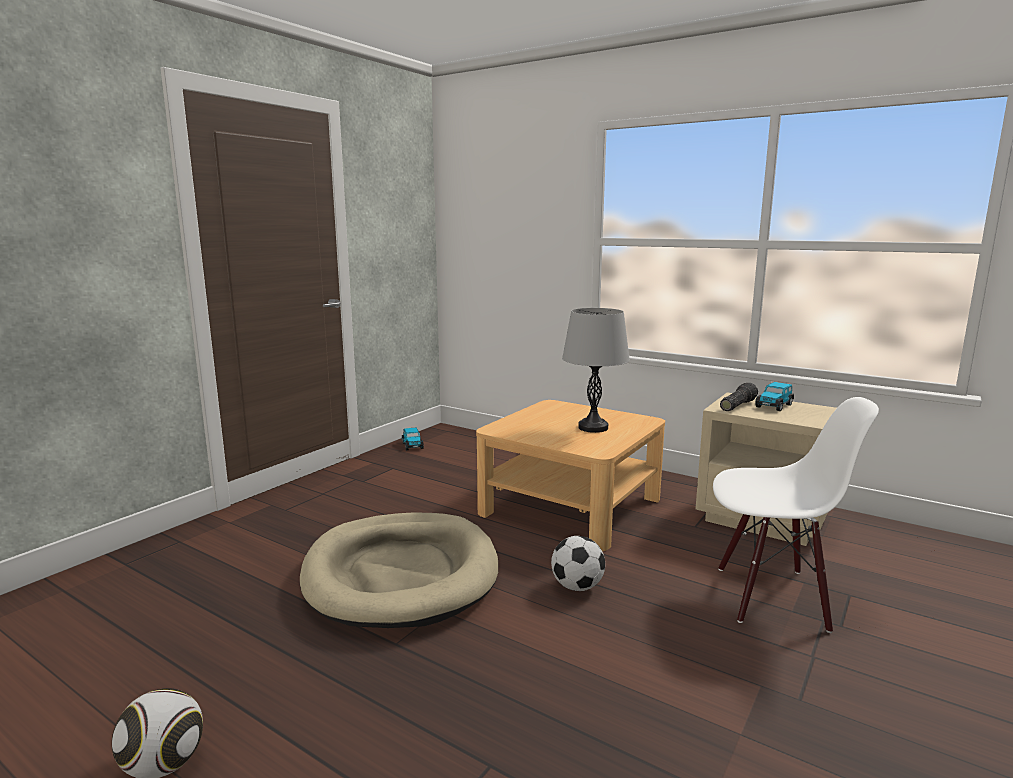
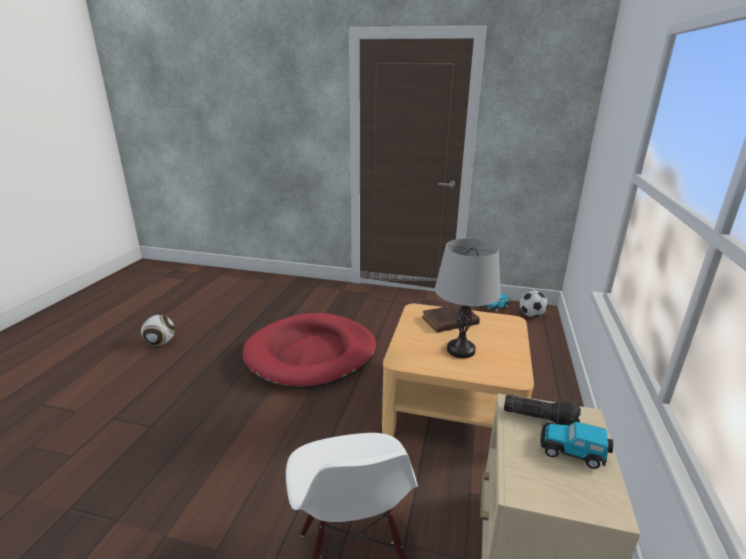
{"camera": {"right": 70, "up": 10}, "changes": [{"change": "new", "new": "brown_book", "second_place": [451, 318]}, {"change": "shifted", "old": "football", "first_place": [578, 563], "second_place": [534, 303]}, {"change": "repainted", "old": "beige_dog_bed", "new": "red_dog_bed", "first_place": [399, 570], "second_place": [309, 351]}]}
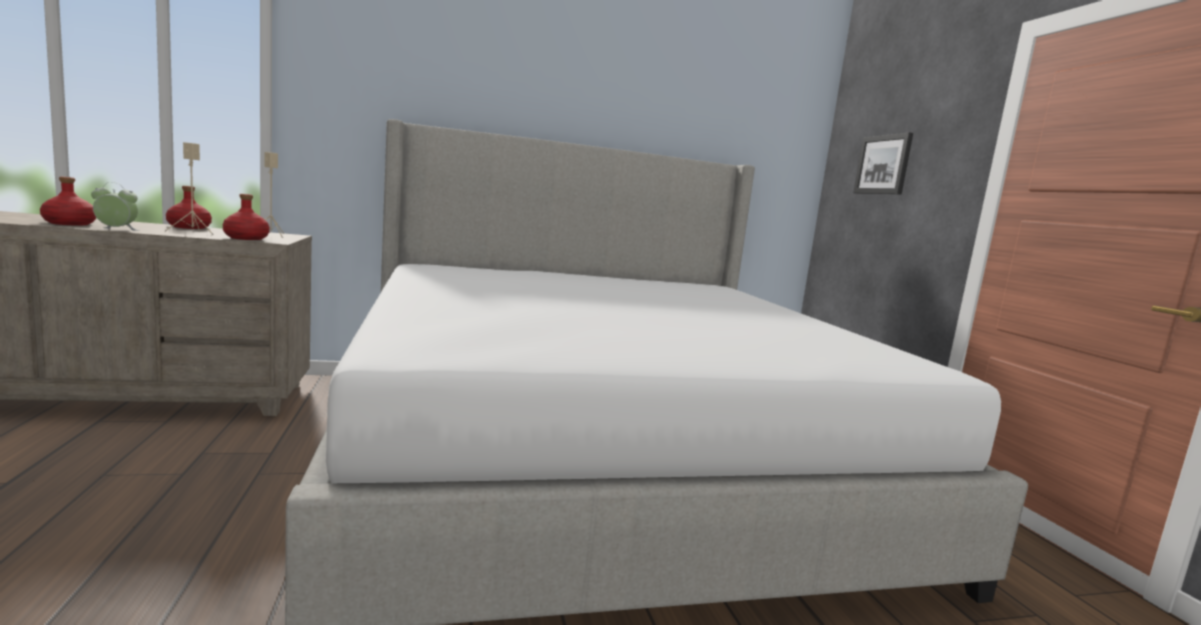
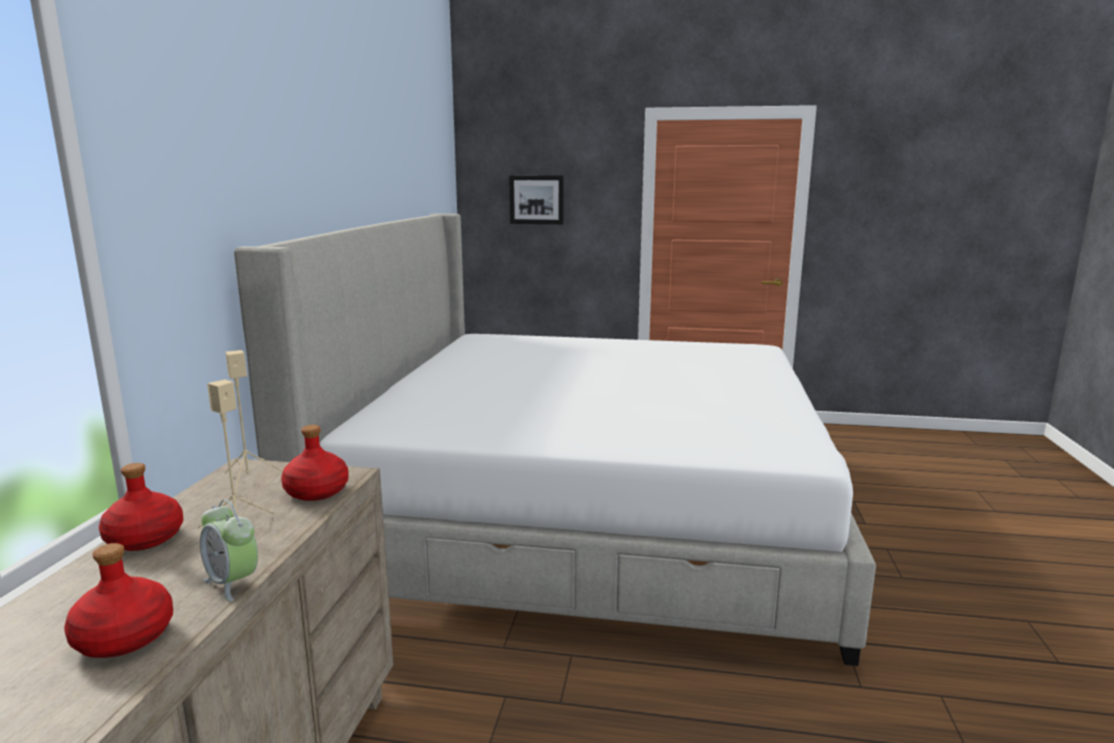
{"camera": {"right": -65, "up": 5}, "changes": [{"change": "rotated", "old": "alarm_clock", "first_place": [115, 206], "second_place": [229, 551], "degrees": -60}]}
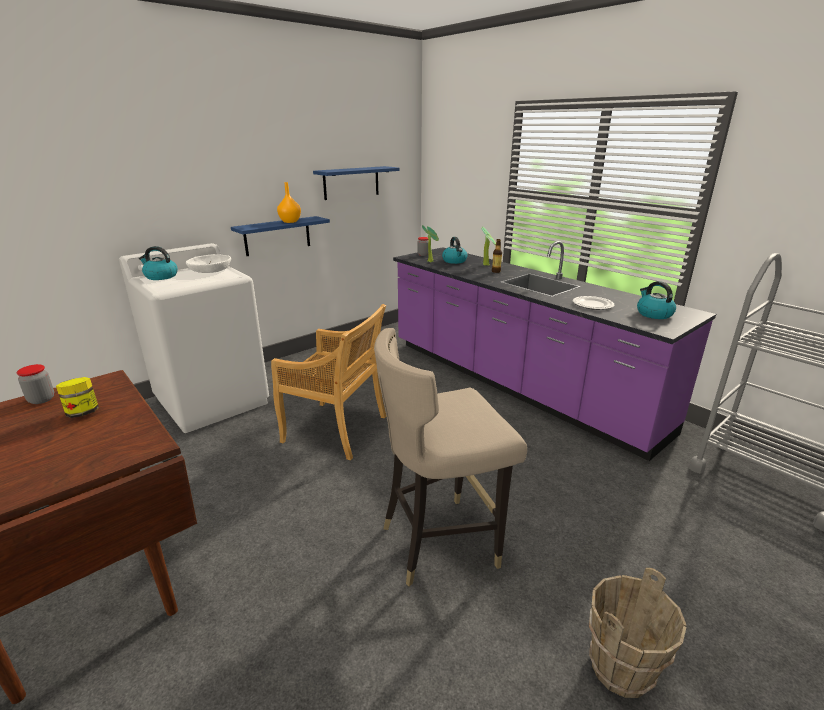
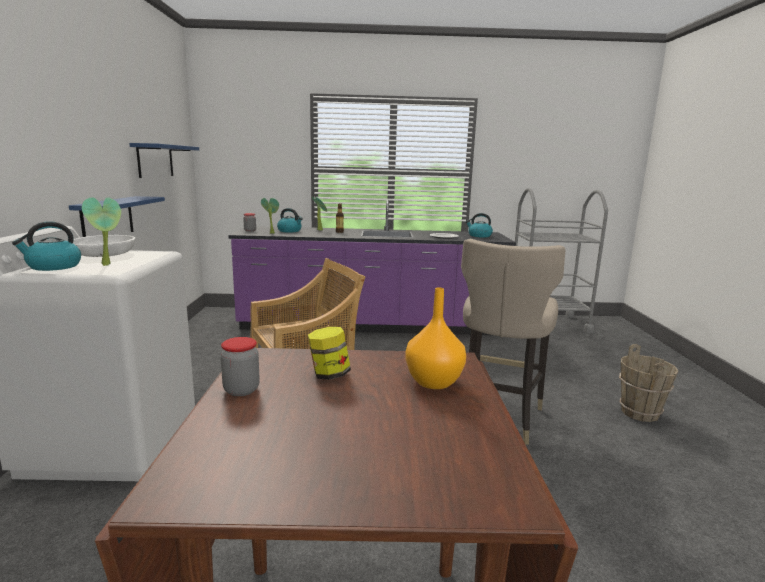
{"camera": {"right": -50, "up": -10}, "changes": [{"change": "new", "new": "potted_plant", "second_place": [101, 231]}, {"change": "shifted", "old": "orange_vase", "first_place": [289, 202], "second_place": [435, 338]}]}
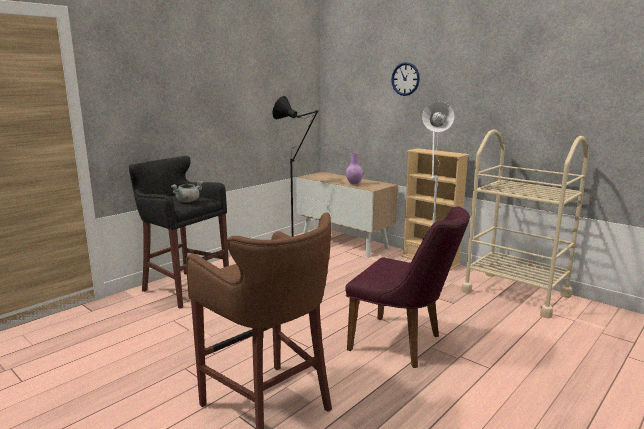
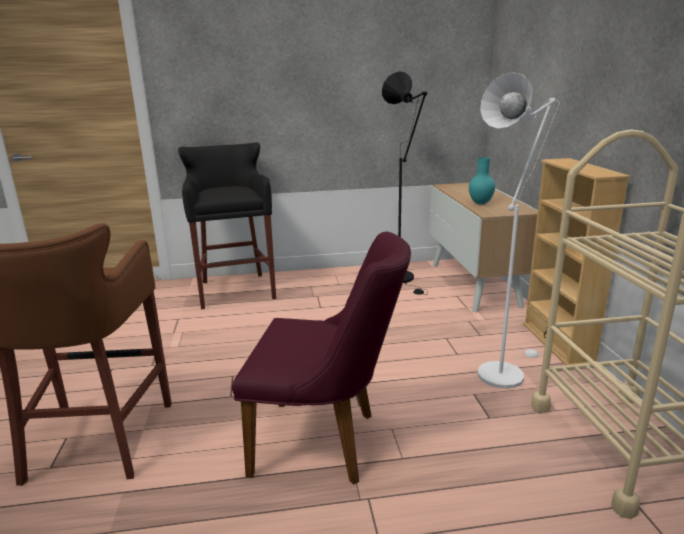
{"camera": {"right": 40, "up": 5}, "changes": [{"change": "gone", "old": "grey_cooking_pot", "first_place": [187, 191]}, {"change": "gone", "old": "wall_clock", "first_place": [405, 79]}, {"change": "repainted", "old": "purple_vase", "new": "turquoise_vase", "first_place": [354, 169], "second_place": [482, 180]}, {"change": "rotated", "old": "purple_chair", "first_place": [407, 287], "second_place": [321, 358], "degrees": -60}]}
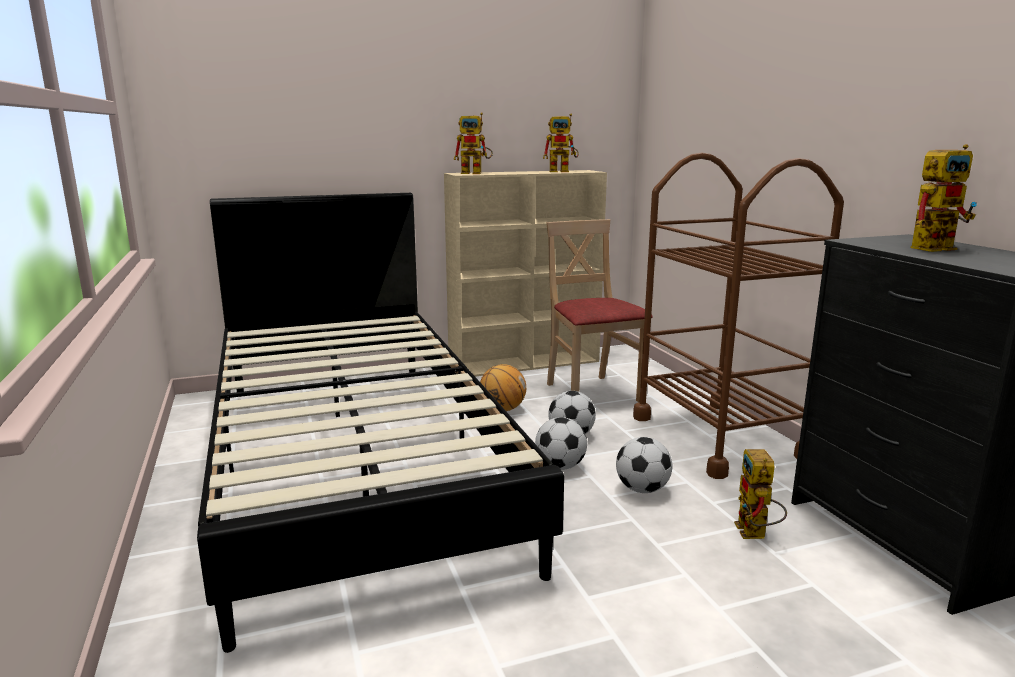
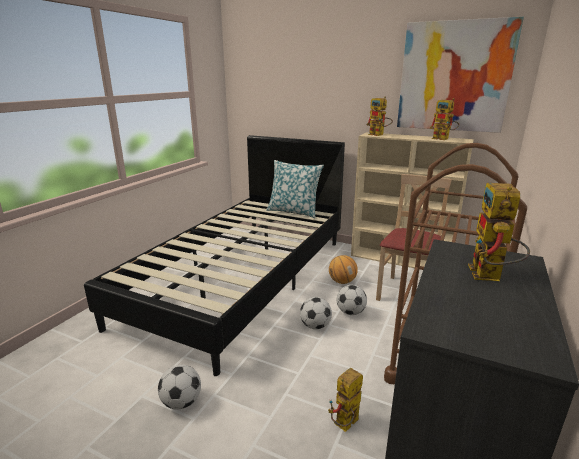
{"camera": {"right": 45, "up": 5}, "changes": [{"change": "new", "new": "pillow", "second_place": [295, 189]}, {"change": "new", "new": "picture", "second_place": [460, 75]}, {"change": "shifted", "old": "football", "first_place": [644, 465], "second_place": [179, 387]}, {"change": "rotated", "old": "toy_robot", "first_place": [944, 198], "second_place": [499, 232], "degrees": 75}]}
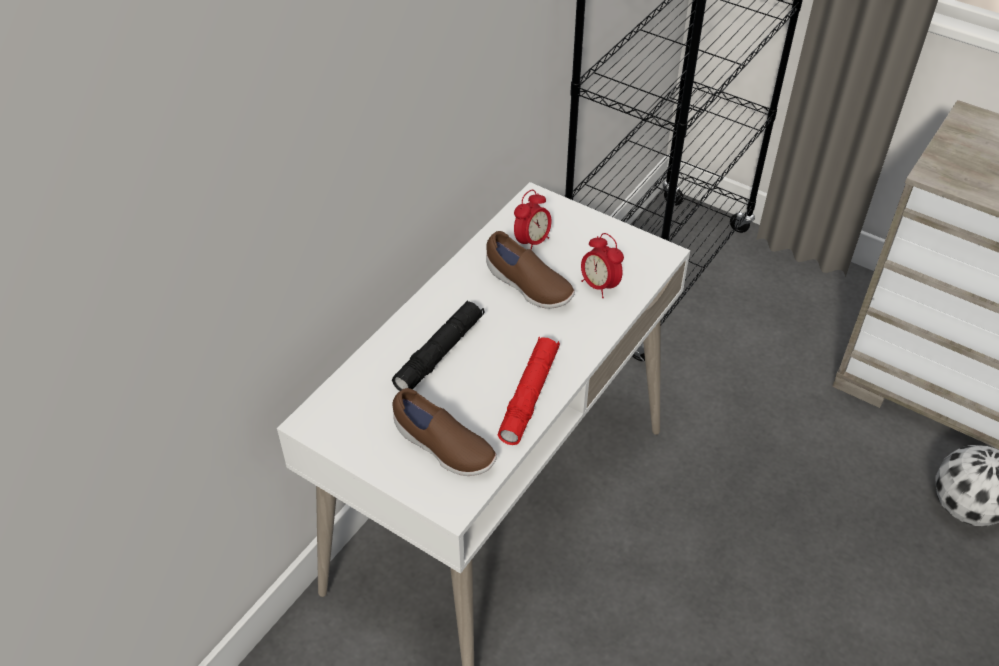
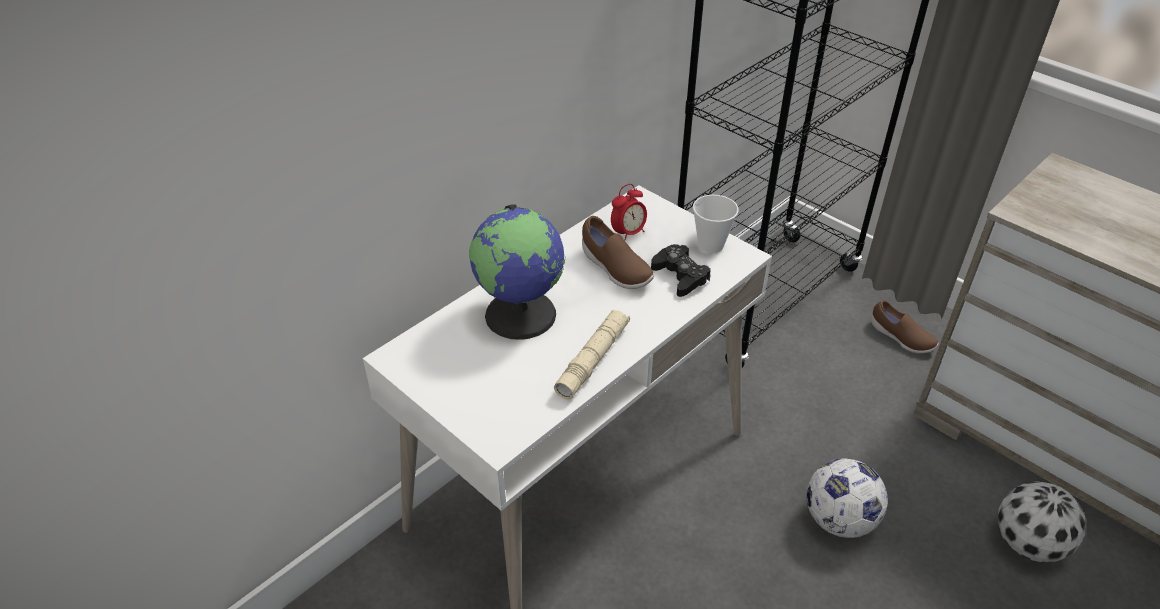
{"camera": {"right": 10, "up": -5}, "changes": [{"change": "new", "new": "cup", "second_place": [716, 224]}, {"change": "new", "new": "football", "second_place": [847, 498]}, {"change": "shifted", "old": "brown_shoe", "first_place": [445, 432], "second_place": [904, 327]}, {"change": "swapped", "old": "black_flashlight", "new": "globe", "first_place": [438, 345], "second_place": [517, 272]}, {"change": "swapped", "old": "alarm_clock", "new": "black_game_controller", "first_place": [602, 265], "second_place": [681, 270]}, {"change": "repainted", "old": "red_flashlight", "new": "beige_flashlight", "first_place": [528, 390], "second_place": [592, 355]}]}
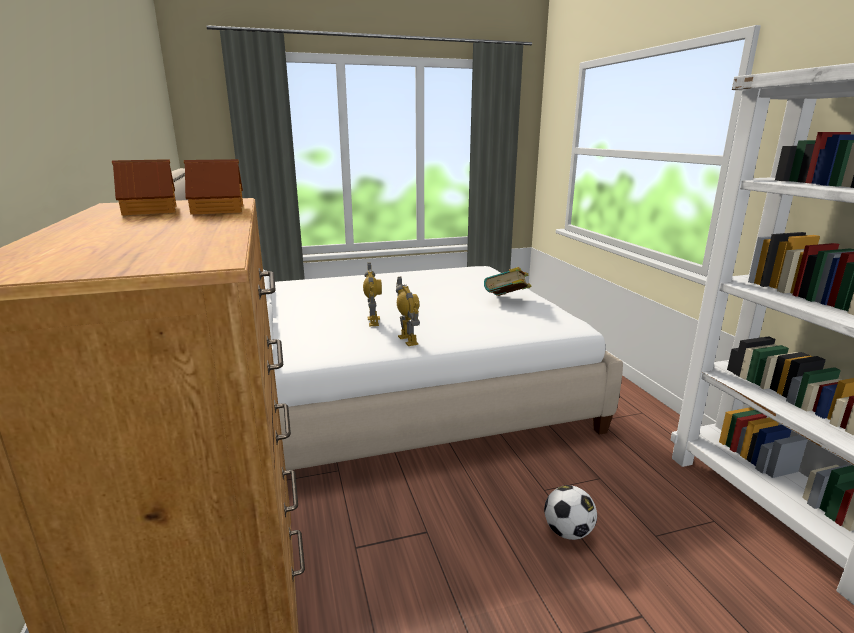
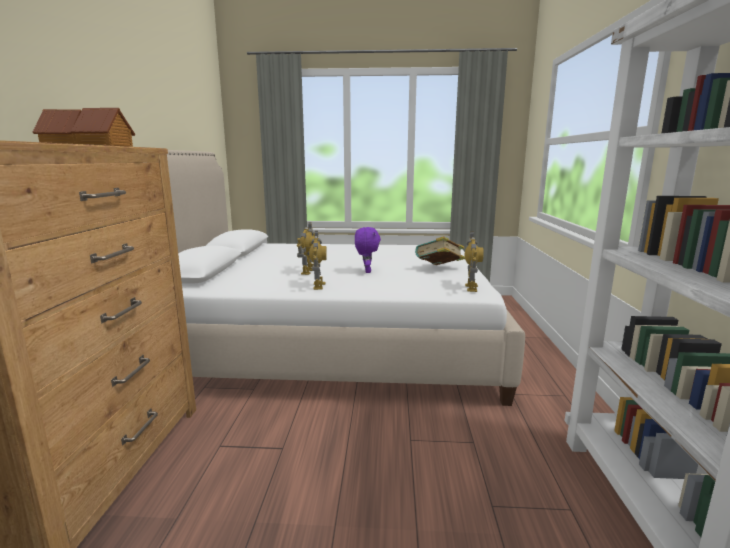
{"camera": {"right": 20, "up": -5}, "changes": [{"change": "gone", "old": "football", "first_place": [570, 512]}, {"change": "new", "new": "purple_plush_toy", "second_place": [368, 250]}, {"change": "new", "new": "toy_robot", "second_place": [474, 262]}]}
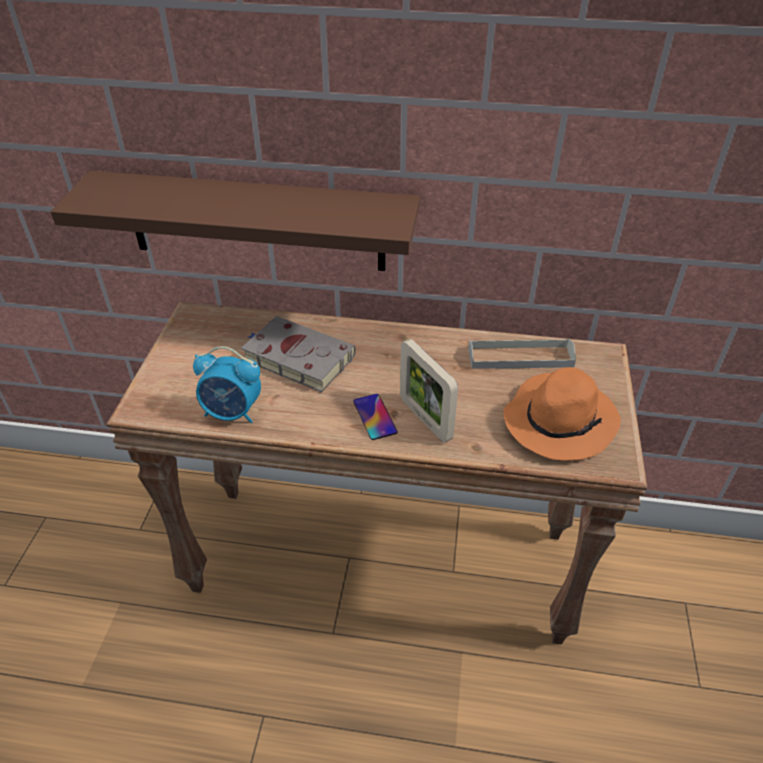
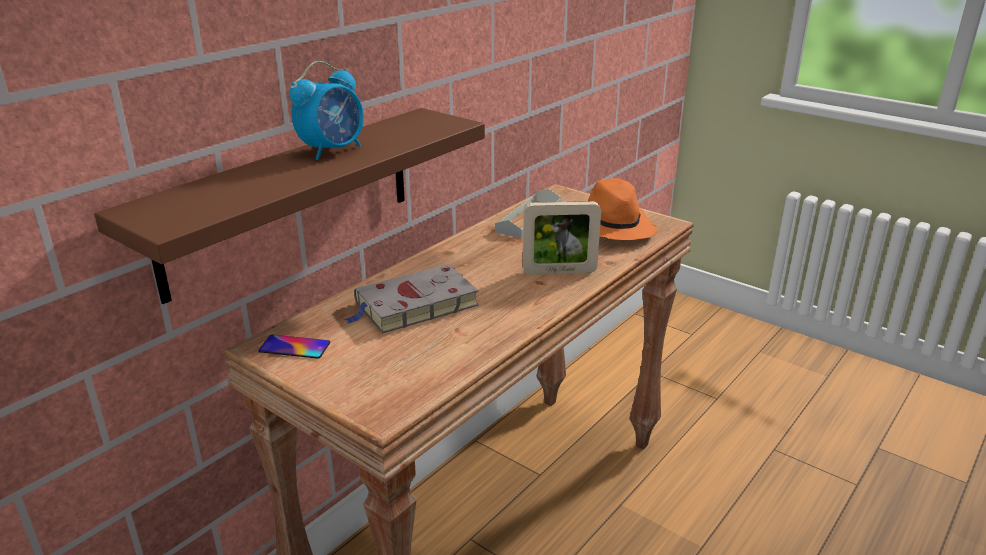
{"camera": {"right": -60, "up": -15}, "changes": [{"change": "shifted", "old": "alarm_clock", "first_place": [227, 384], "second_place": [326, 110]}, {"change": "shifted", "old": "phone", "first_place": [375, 417], "second_place": [294, 347]}]}
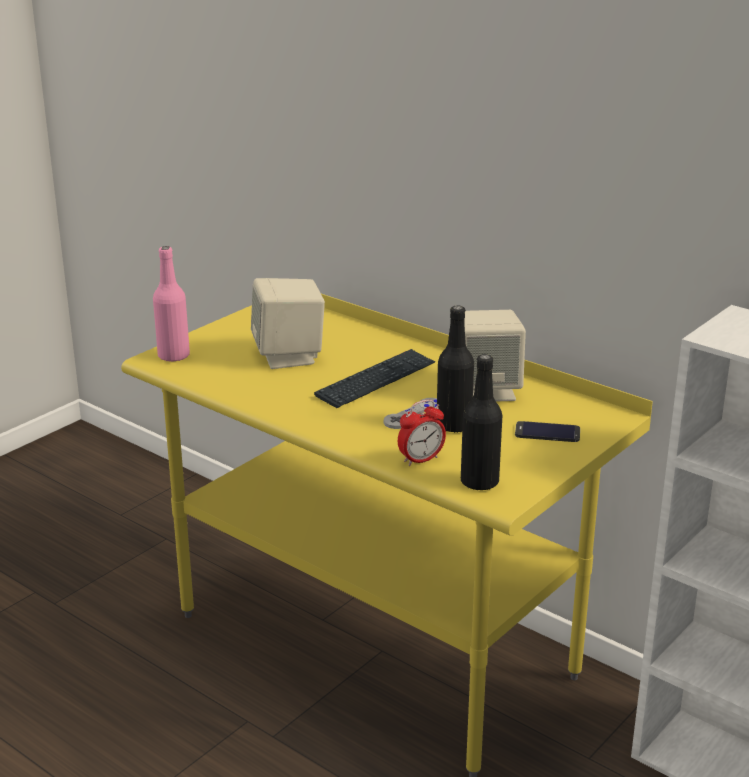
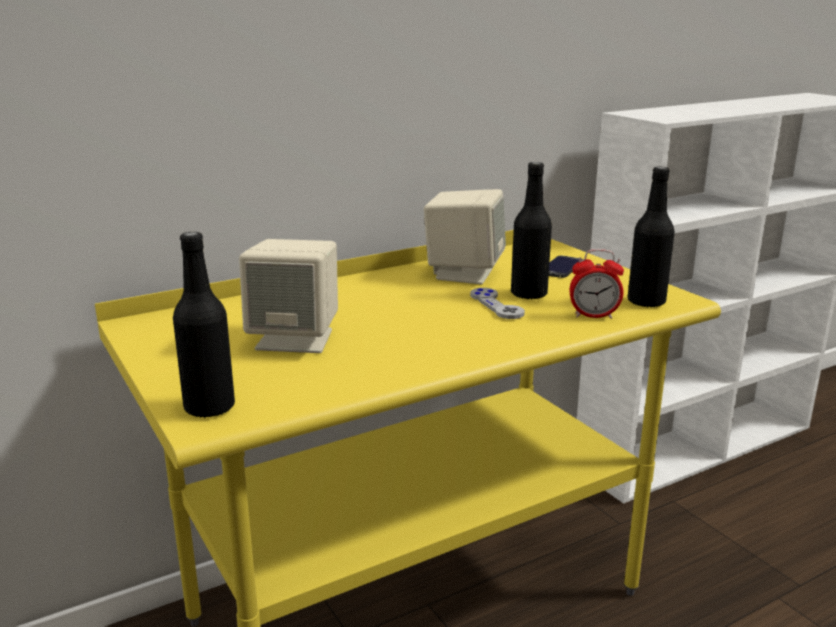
{"camera": {"right": -70, "up": -5}, "changes": [{"change": "gone", "old": "keyboard", "first_place": [375, 378]}, {"change": "repainted", "old": "pink_bottle", "new": "black_bottle", "first_place": [171, 304], "second_place": [204, 325]}, {"change": "rotated", "old": "alarm_clock", "first_place": [422, 432], "second_place": [596, 284], "degrees": 105}]}
